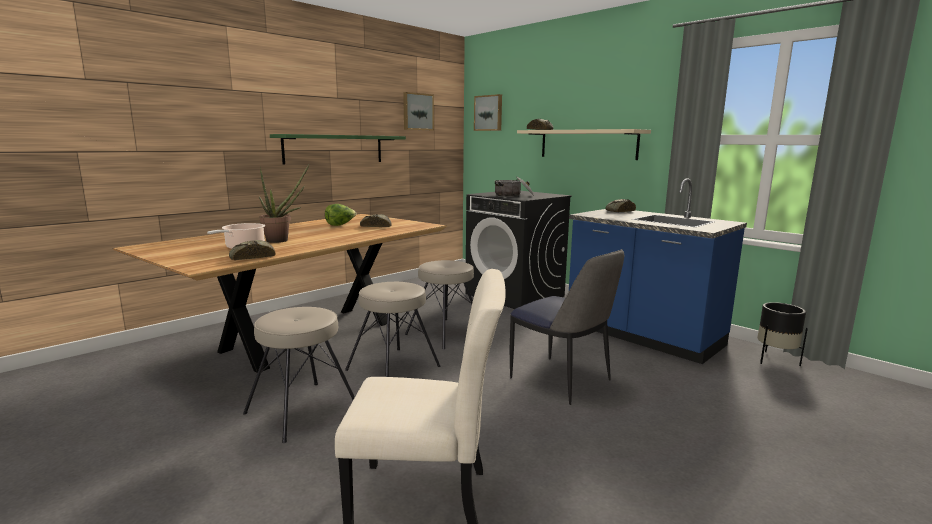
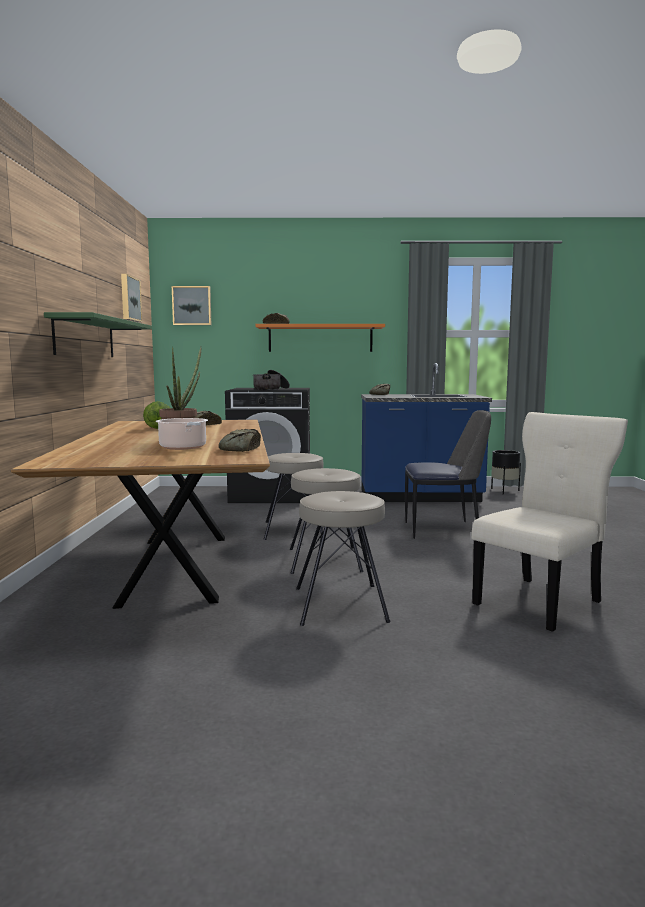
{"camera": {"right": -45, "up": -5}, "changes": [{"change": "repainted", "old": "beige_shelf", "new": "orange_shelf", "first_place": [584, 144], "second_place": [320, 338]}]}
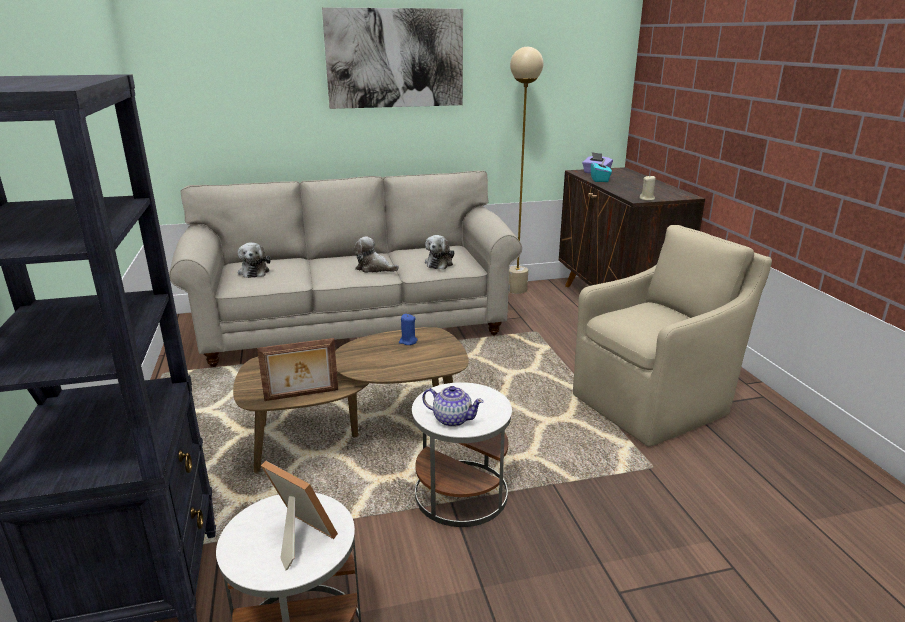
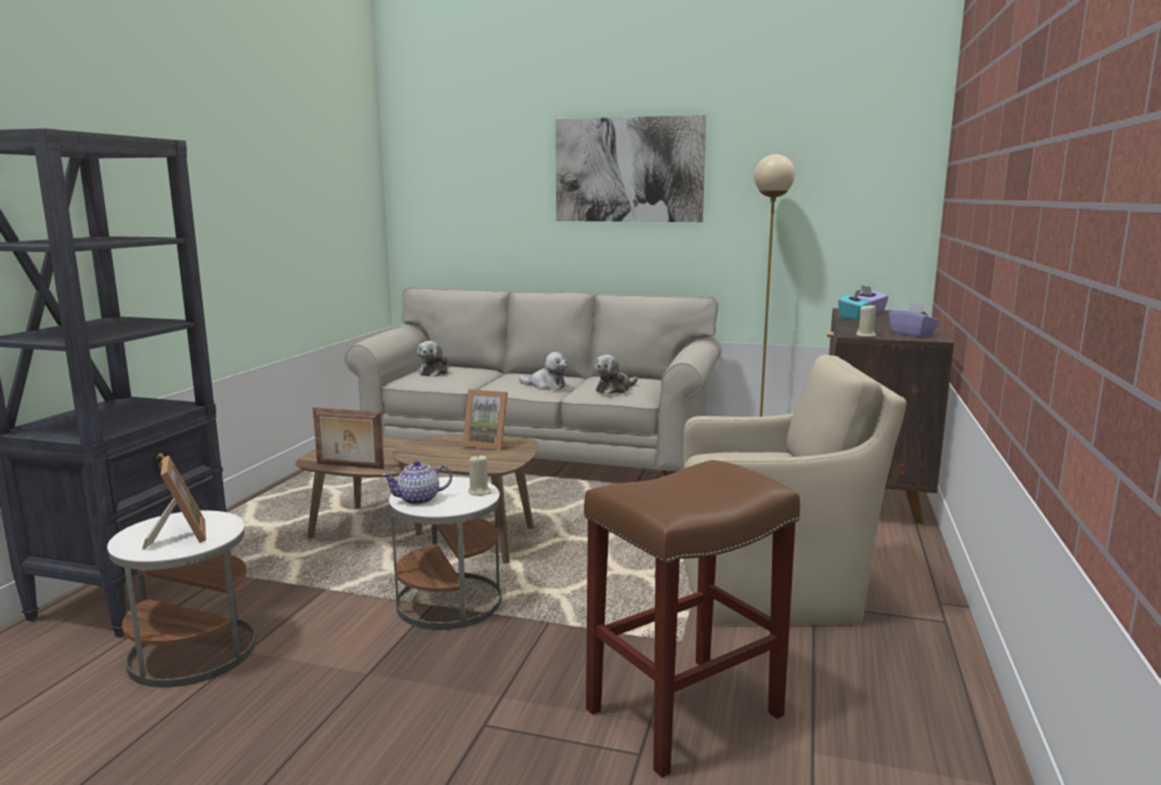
{"camera": {"right": 30, "up": -10}, "changes": [{"change": "new", "new": "beige_candle", "second_place": [479, 475]}, {"change": "new", "new": "brown_stool", "second_place": [692, 619]}, {"change": "new", "new": "purple_tissue_box", "second_place": [914, 319]}, {"change": "swapped", "old": "blue_candle", "new": "picture_frame", "first_place": [408, 329], "second_place": [485, 419]}, {"change": "rotated", "old": "plush_toy", "first_place": [376, 254], "second_place": [543, 371], "degrees": 150}, {"change": "rotated", "old": "teapot", "first_place": [453, 406], "second_place": [417, 482], "degrees": 105}]}
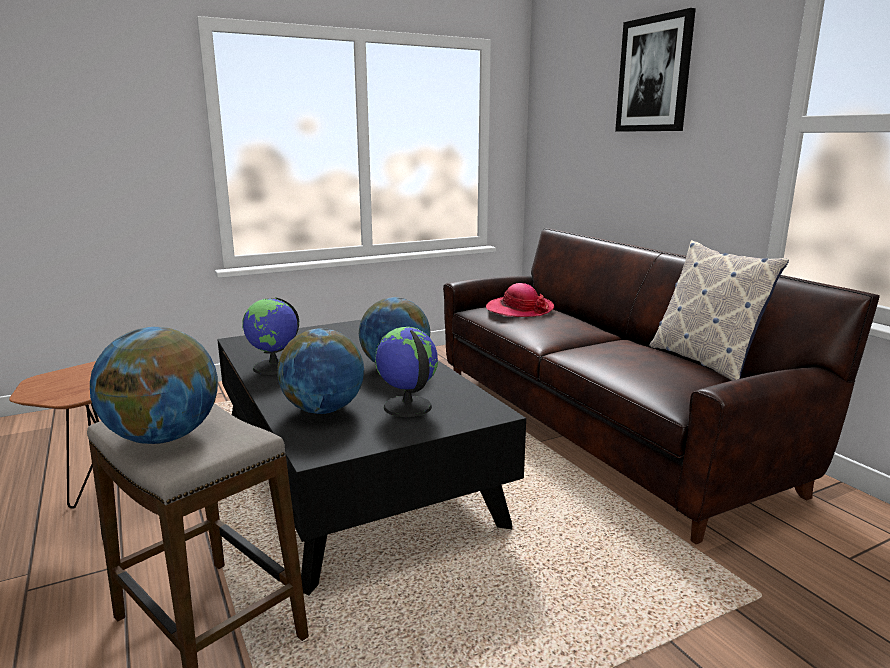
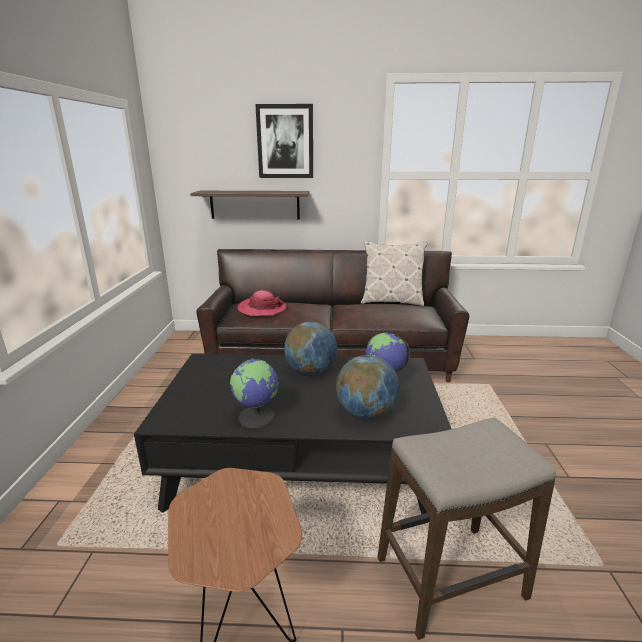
{"camera": {"right": -60, "up": 5}, "changes": [{"change": "gone", "old": "globe", "first_place": [154, 385]}, {"change": "new", "new": "shelf", "second_place": [250, 205]}]}
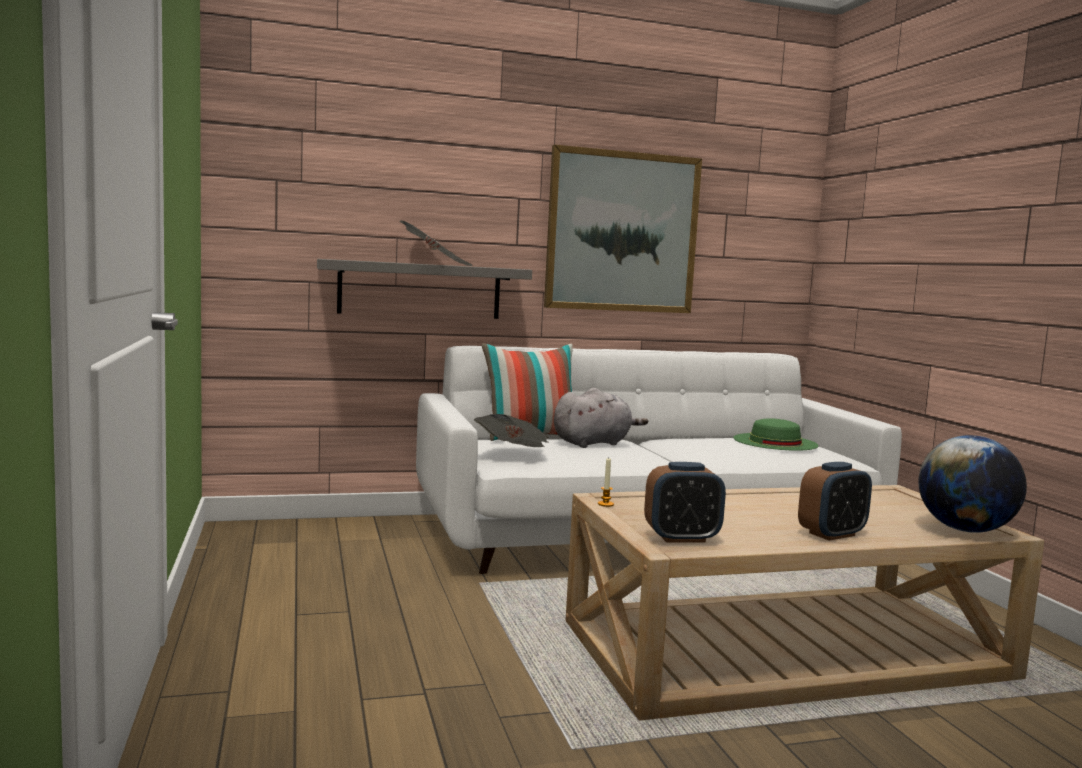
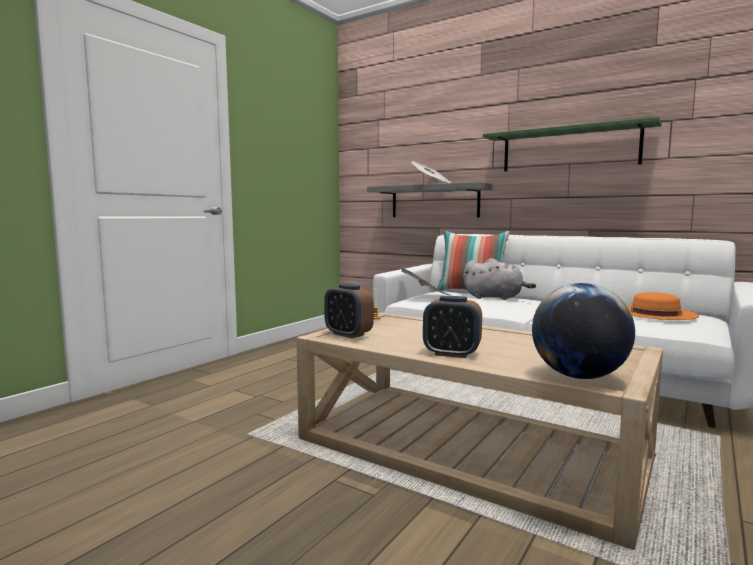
{"camera": {"right": 50, "up": 0}, "changes": [{"change": "swapped", "old": "picture", "new": "green_shelf", "first_place": [623, 229], "second_place": [572, 144]}, {"change": "repainted", "old": "green_hat", "new": "orange_hat", "first_place": [775, 434], "second_place": [663, 306]}]}
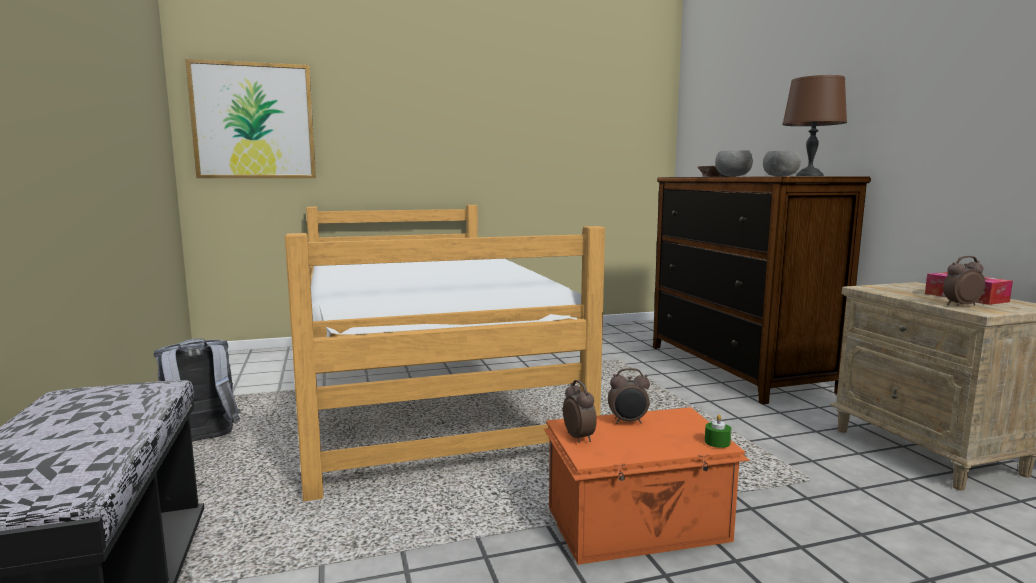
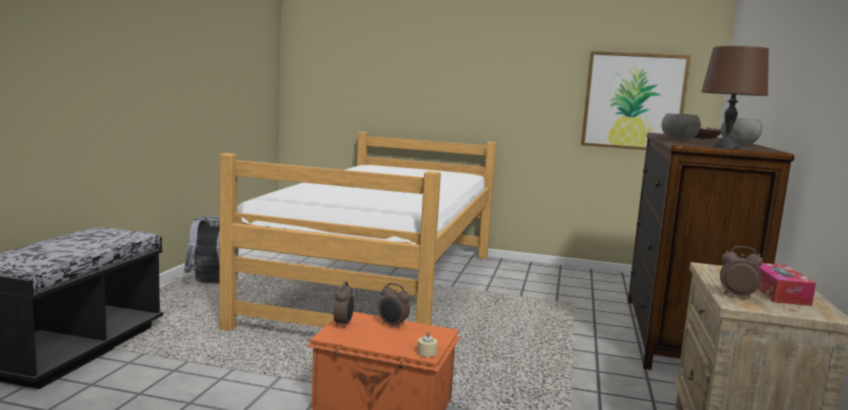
{"camera": {"right": 30, "up": 0}, "changes": [{"change": "shifted", "old": "picture", "first_place": [250, 118], "second_place": [636, 100]}, {"change": "repainted", "old": "green_candle", "new": "beige_candle", "first_place": [718, 431], "second_place": [427, 344]}]}
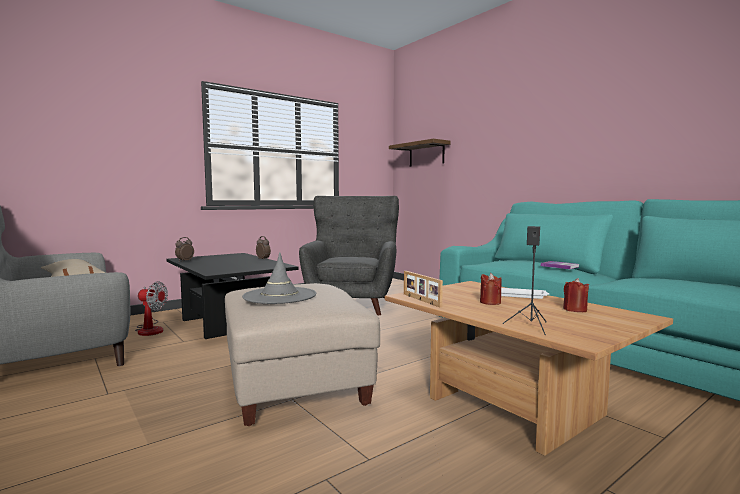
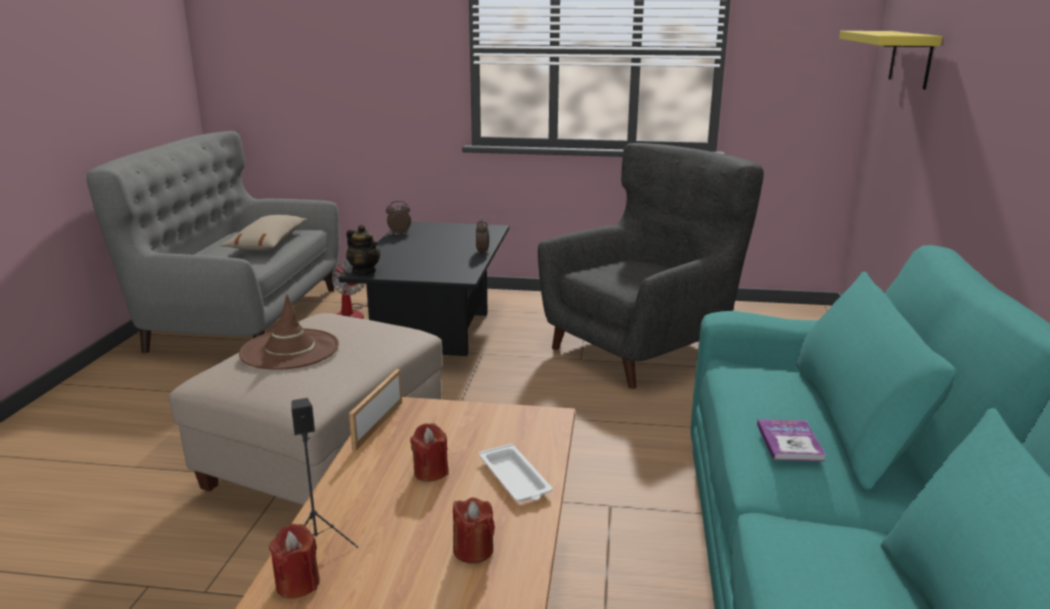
{"camera": {"right": 45, "up": 15}, "changes": [{"change": "new", "new": "red_candle", "second_place": [294, 561]}, {"change": "new", "new": "teapot", "second_place": [363, 250]}, {"change": "repainted", "old": "grey_hat", "new": "brown_hat", "first_place": [279, 278], "second_place": [289, 332]}, {"change": "repainted", "old": "brown_shelf", "new": "yellow_shelf", "first_place": [420, 152], "second_place": [891, 60]}]}
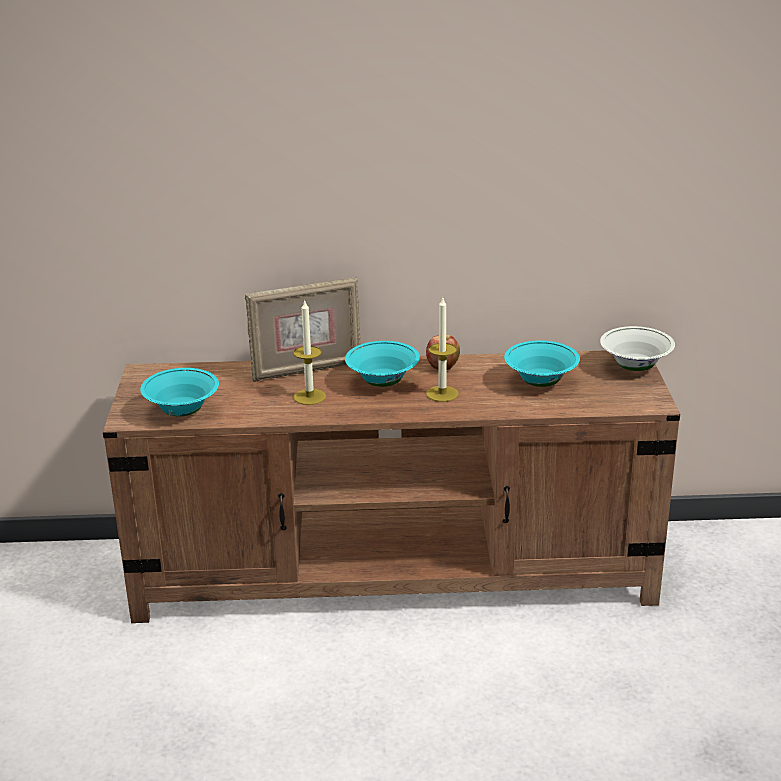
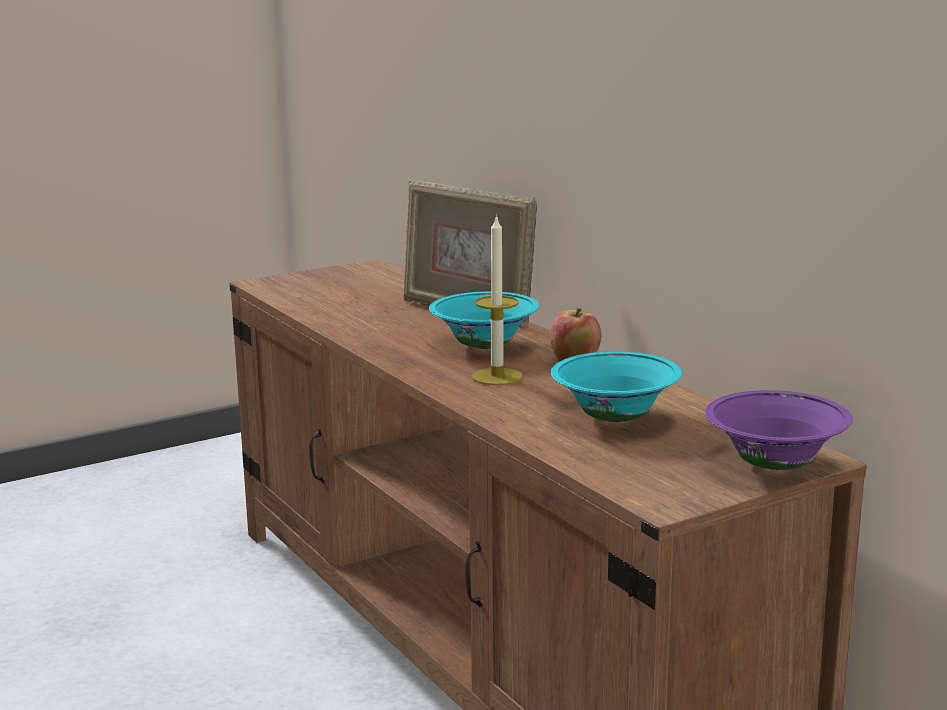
{"camera": {"right": 60, "up": -10}, "changes": [{"change": "gone", "old": "turquoise_bowl", "first_place": [179, 392]}, {"change": "gone", "old": "candle", "first_place": [309, 352]}, {"change": "repainted", "old": "white_bowl", "new": "purple_bowl", "first_place": [637, 348], "second_place": [779, 430]}]}
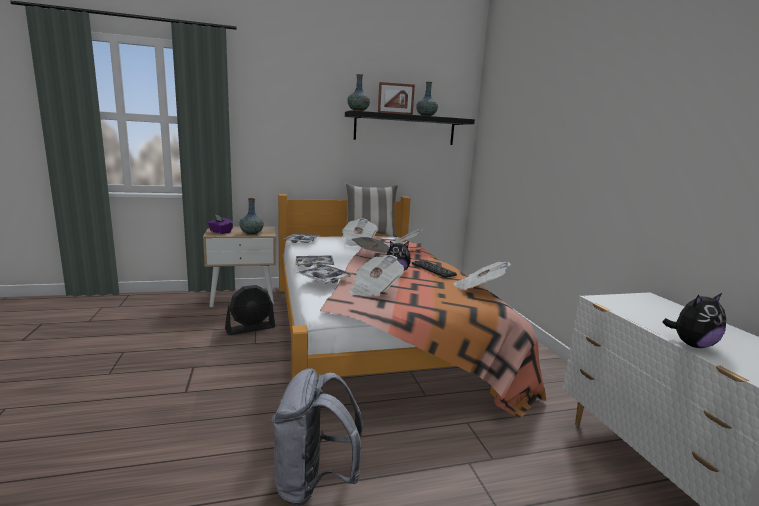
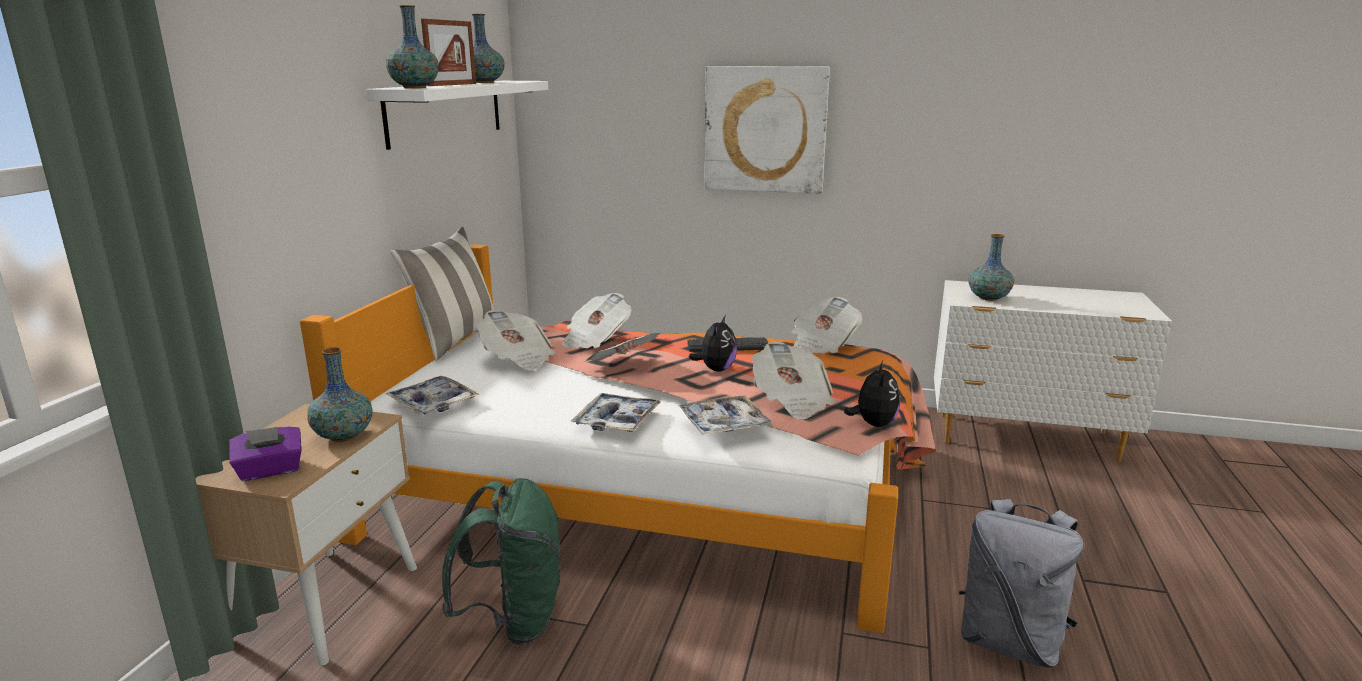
{"camera": {"right": -60, "up": 5}, "changes": [{"change": "new", "new": "picture", "second_place": [767, 130]}, {"change": "new", "new": "vase", "second_place": [991, 267]}, {"change": "shifted", "old": "plush_toy", "first_place": [694, 320], "second_place": [872, 394]}, {"change": "swapped", "old": "black_fan", "new": "green_backpack", "first_place": [250, 310], "second_place": [501, 561]}, {"change": "repainted", "old": "black_shelf", "new": "white_shelf", "first_place": [410, 127], "second_place": [456, 115]}]}
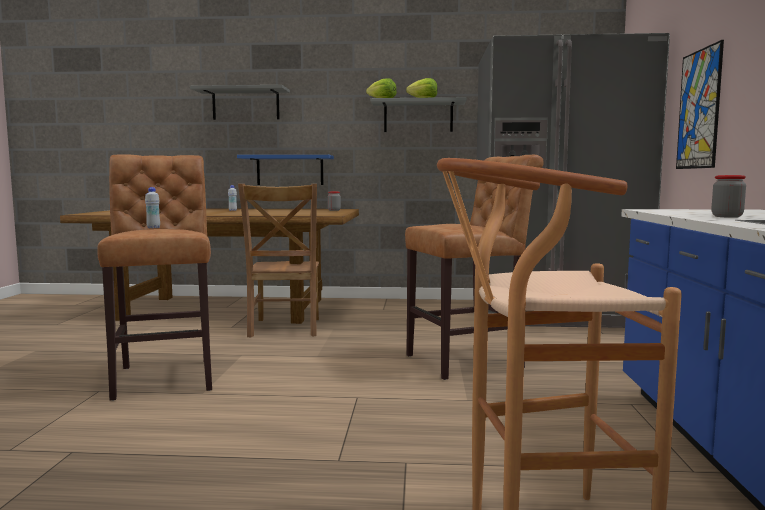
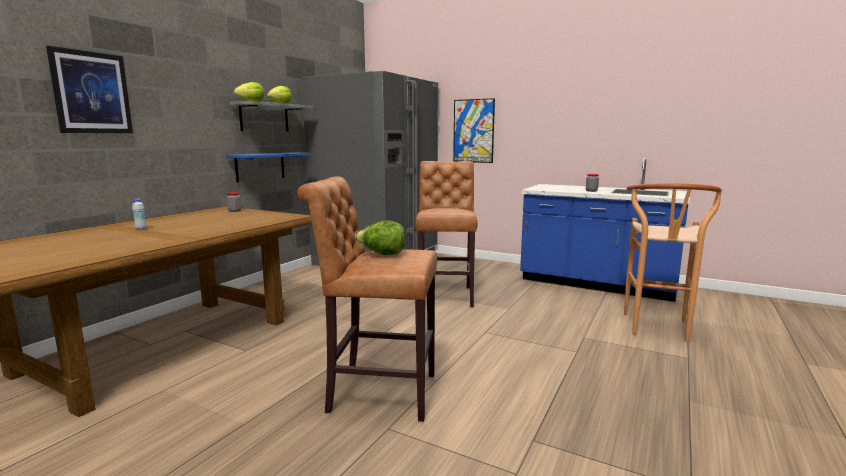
{"camera": {"right": -65, "up": 5}, "changes": [{"change": "gone", "old": "brown_chair", "first_place": [278, 260]}, {"change": "shifted", "old": "blue_shelf", "first_place": [285, 170], "second_place": [267, 167]}, {"change": "swapped", "old": "white_bottle", "new": "lettuce", "first_place": [152, 207], "second_place": [380, 237]}, {"change": "swapped", "old": "grey_shelf", "new": "picture", "first_place": [240, 102], "second_place": [89, 89]}]}
